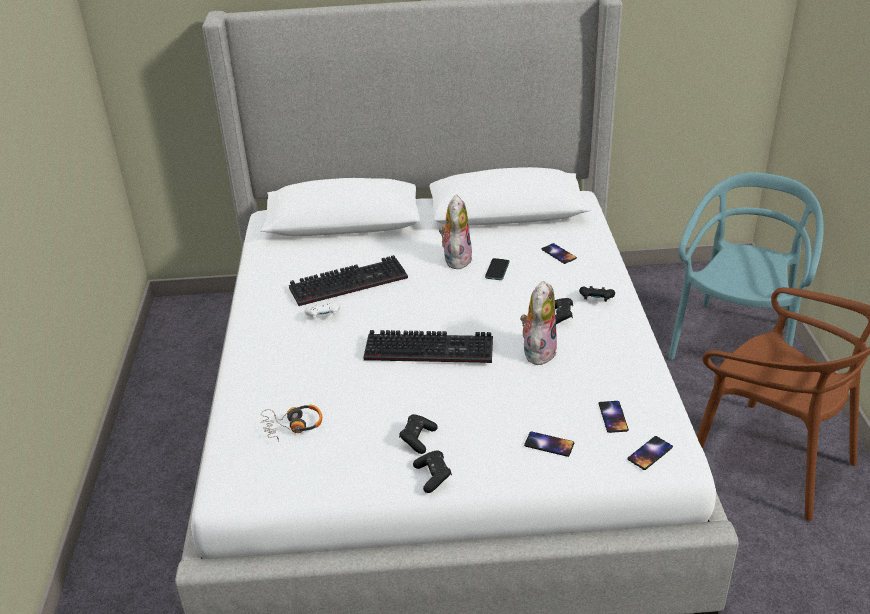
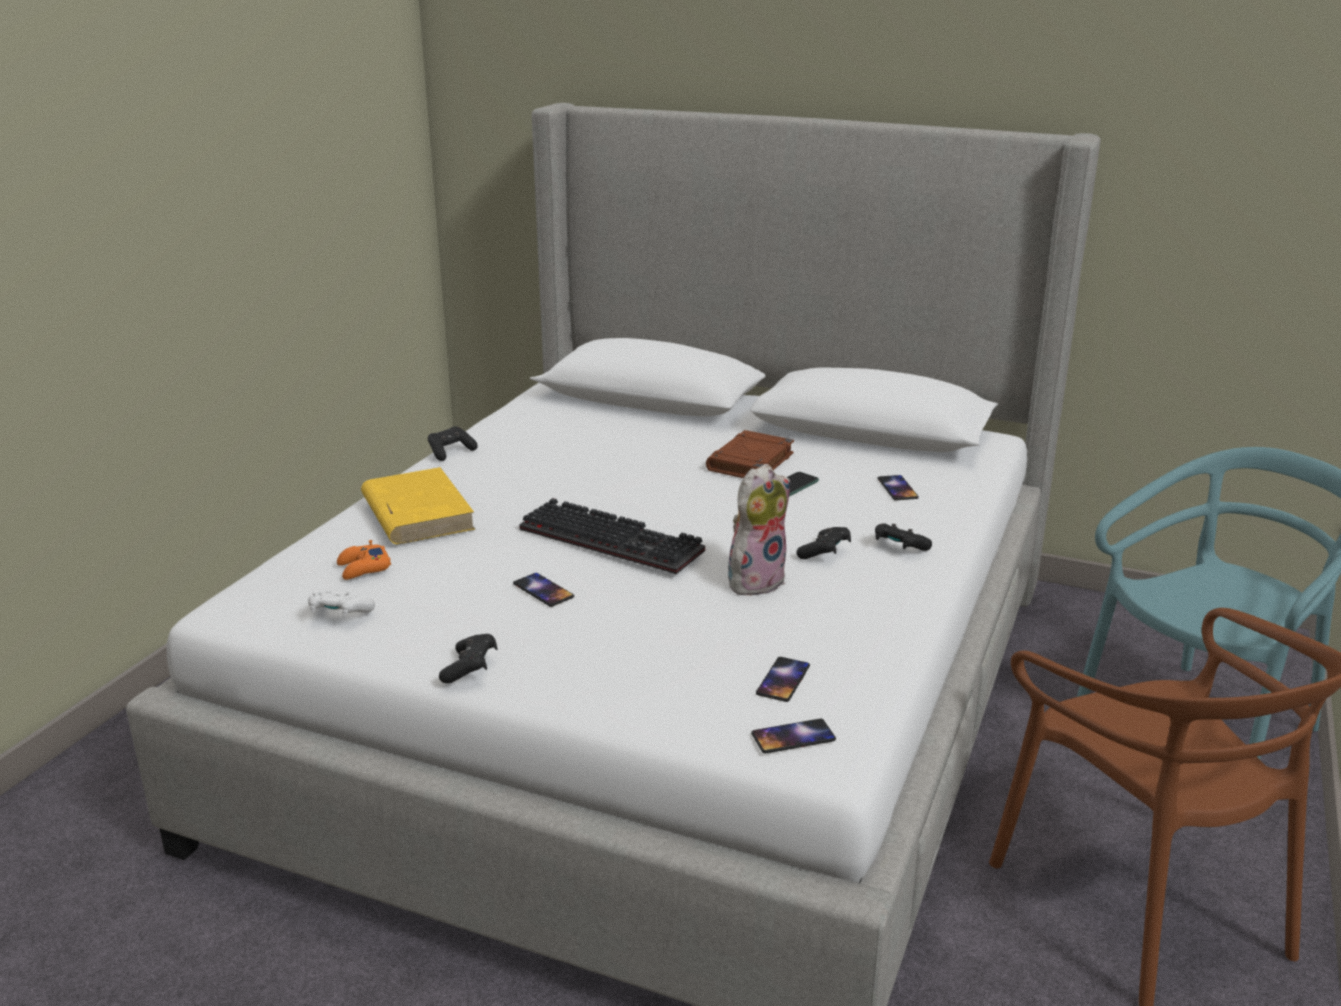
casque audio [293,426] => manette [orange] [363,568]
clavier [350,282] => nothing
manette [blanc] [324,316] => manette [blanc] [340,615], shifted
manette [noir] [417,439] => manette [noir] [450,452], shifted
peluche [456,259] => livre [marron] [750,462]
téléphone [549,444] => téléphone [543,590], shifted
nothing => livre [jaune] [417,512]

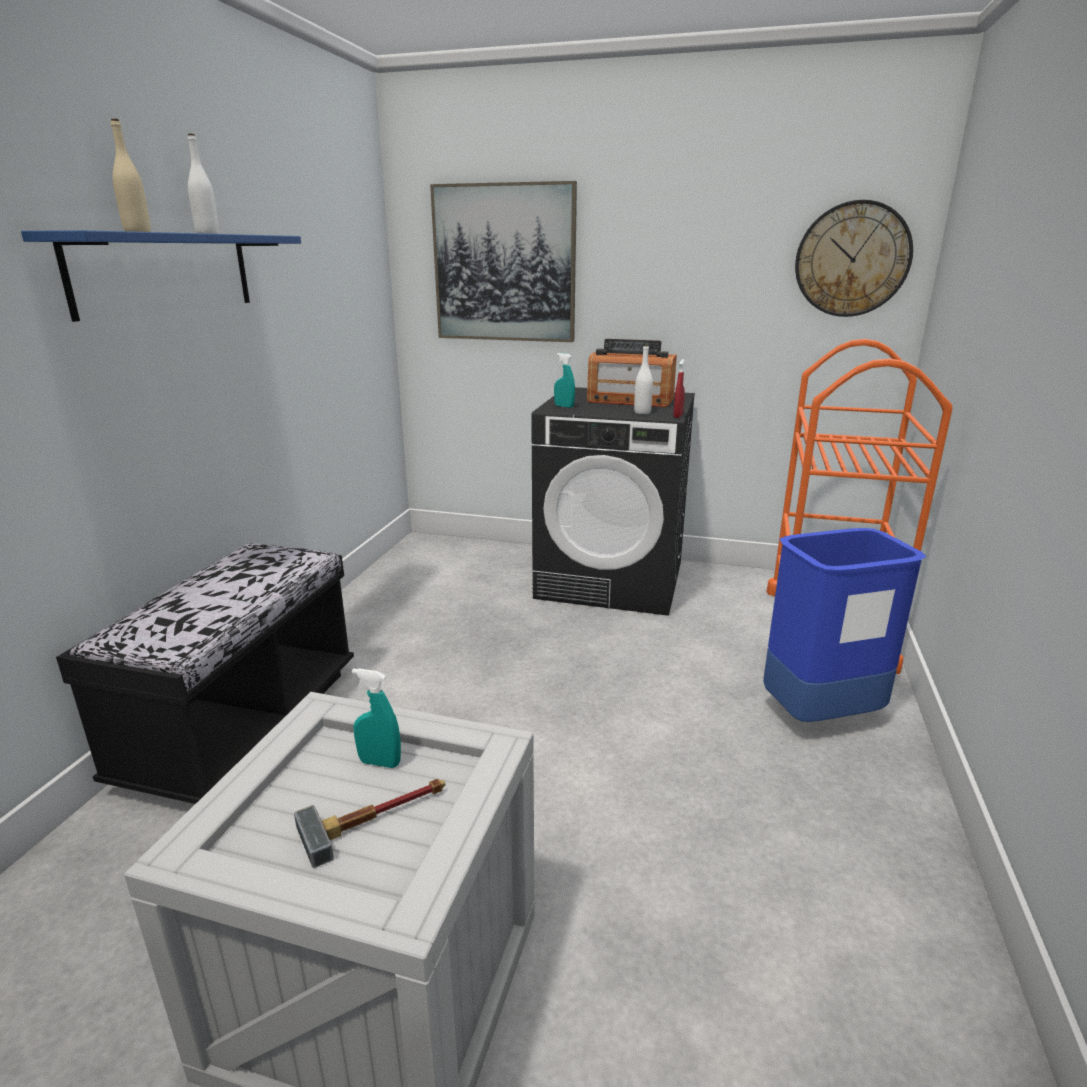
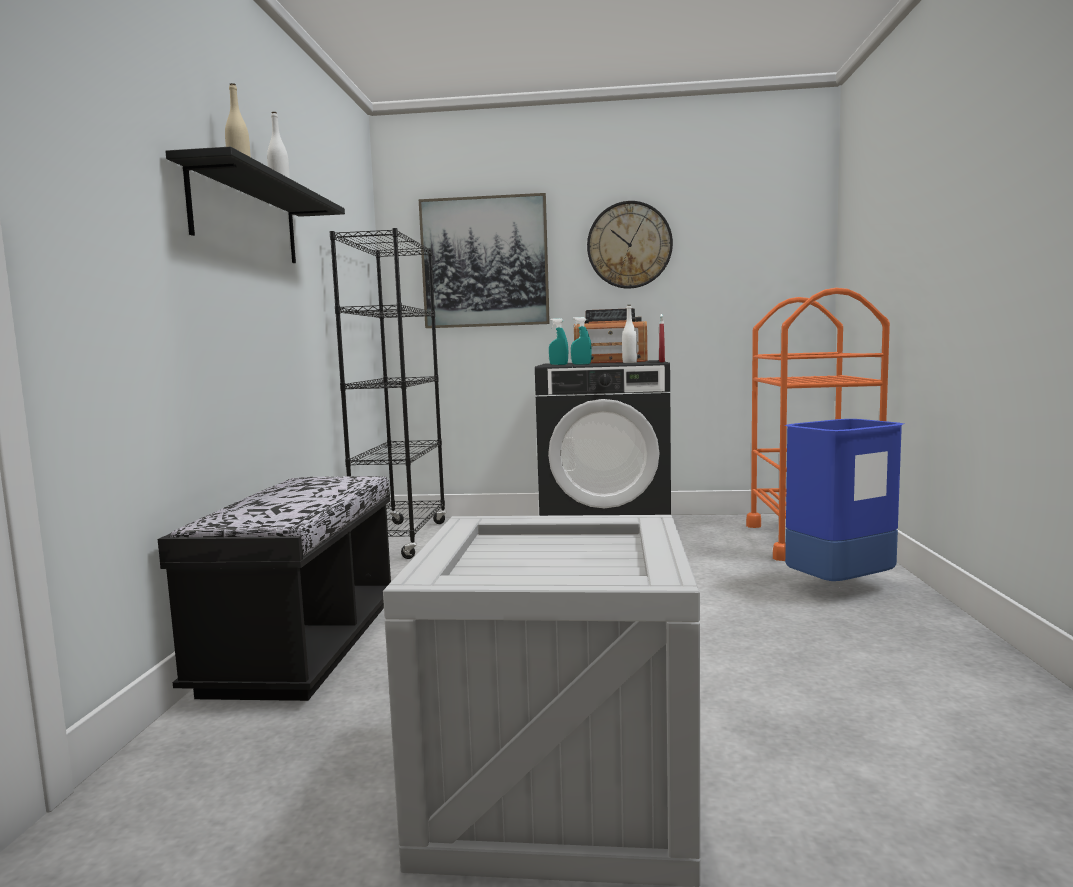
étagère [bleu] [165,273] => étagère [noir] [246,218]
marteau [378,817] => nothing
vaporisateur [turquoise] [380,762] => vaporisateur [turquoise] [581,364], shifted
horloge murale [852,259] => horloge murale [629,245], shifted
nothing => bibliothèque [noir] [402,540]

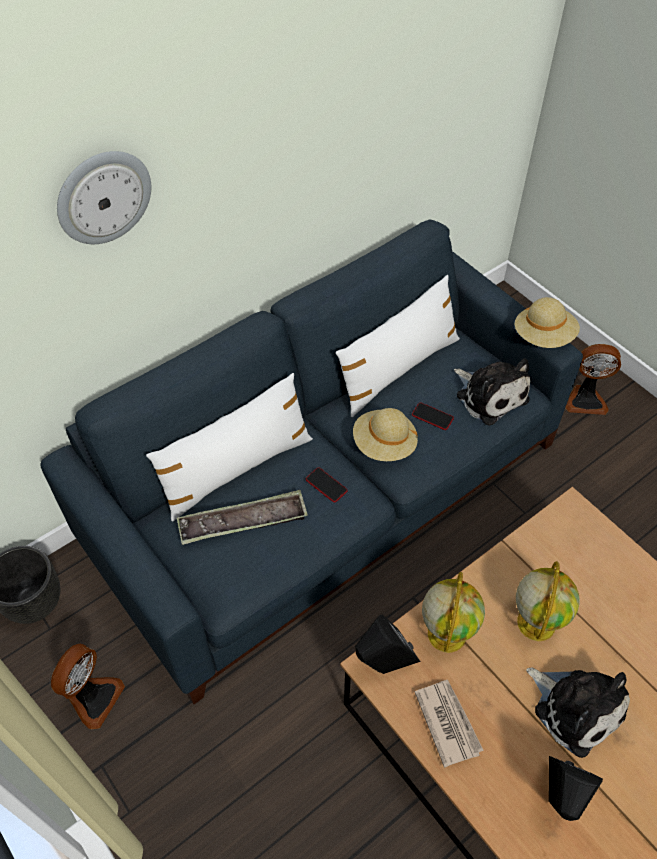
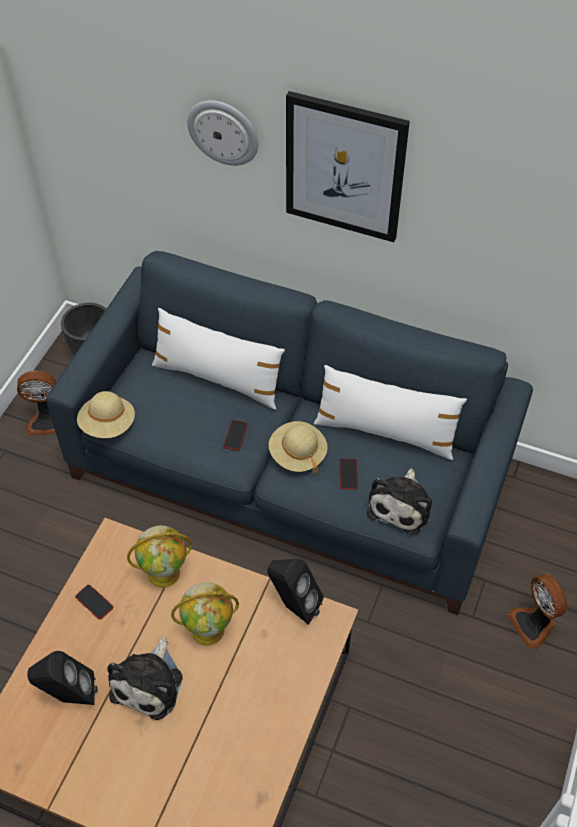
plateau [243,522] => nothing
enceinte [noir] [383,666] => enceinte [noir] [293,606], shifted
journal [447,722] => téléphone [94,602]
chapeau [beige] [543,336] => chapeau [beige] [108,425], shifted
nothing => tableau [345,167]

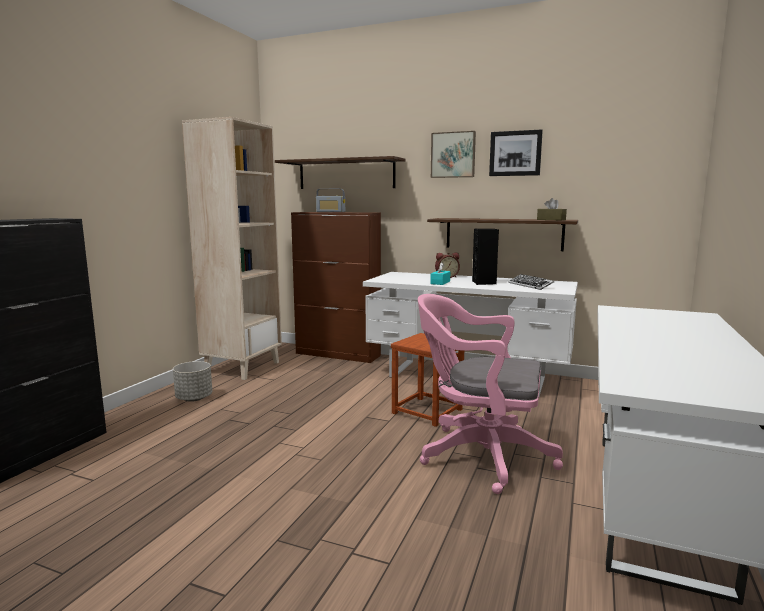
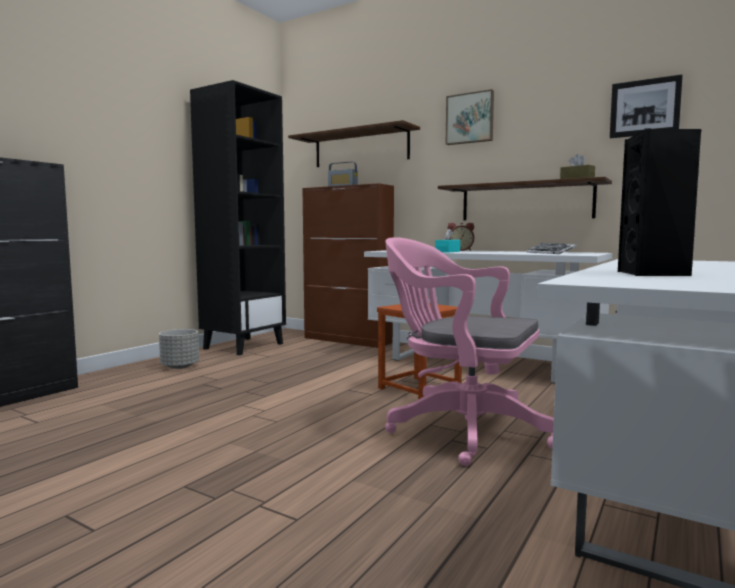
bibliothèque [beige] [242,367] => bibliothèque [noir] [244,346]
enceinte [noir] [484,283] => enceinte [noir] [653,274], shifted
tableau [515,153] => tableau [645,108], shifted

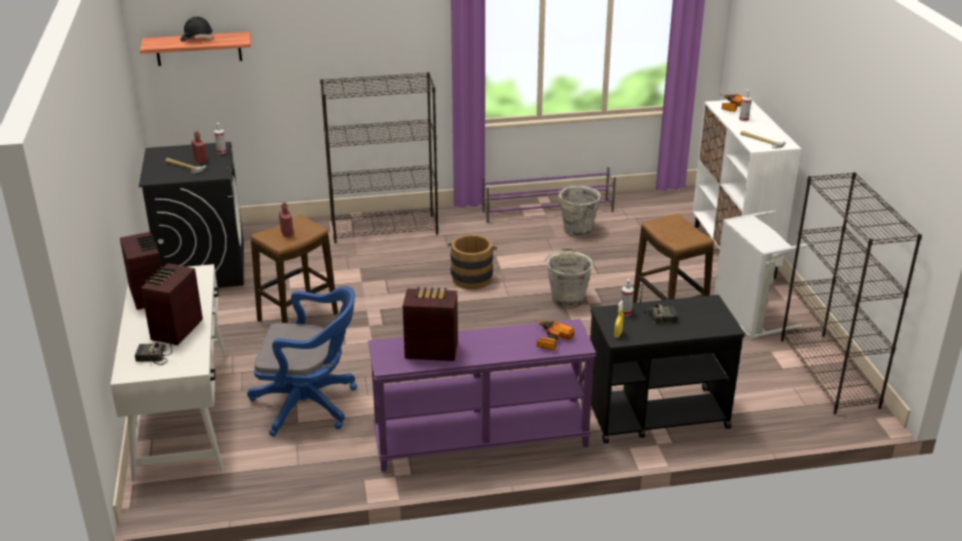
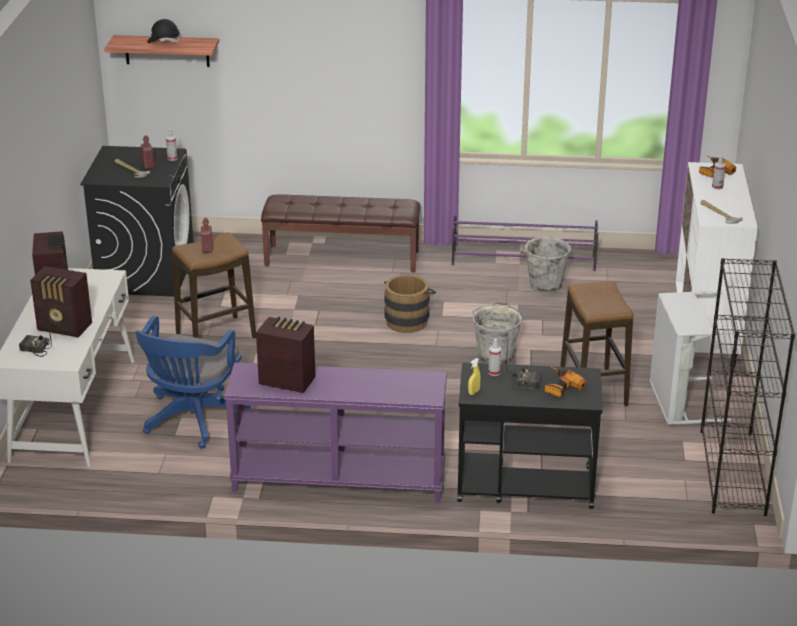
radio [175,330] => radio [65,327], 105 degrees counterclockwise
chaise de bureau [bleu] [310,405] => chaise de bureau [bleu] [193,421], 90 degrees clockwise
bibliothèque [noir] [385,229] => banc [marron] [342,258]
perceuse [548,339] => perceuse [559,387], shifted

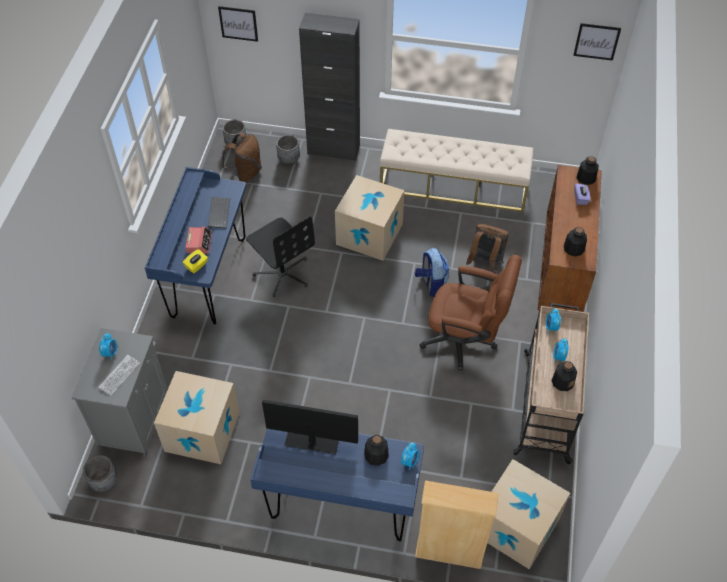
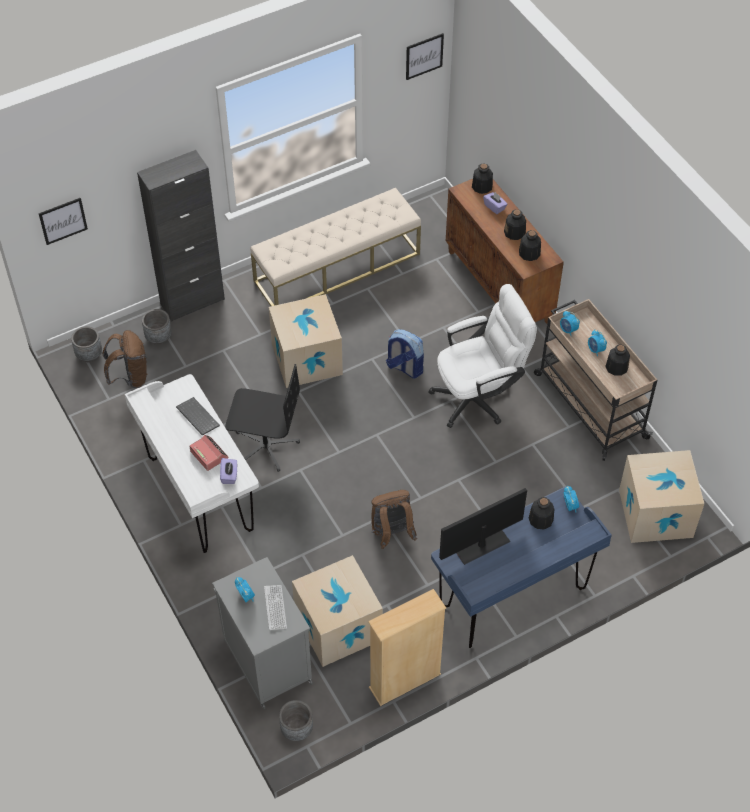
bureau [bleu] [208,278] => bureau [blanc] [199,495]
boîte à mouchoirs [jaune] [196,266] => boîte à mouchoirs [violet] [229,475]
bibliothèque [beige] [449,553] => bibliothèque [beige] [405,681], shifted
chaise de bureau [marron] [465,341] => chaise de bureau [blanc] [479,396]
sac à dos [marron] [485,263] => sac à dos [marron] [391,534], shifted
nothing => bouteille [514,233]

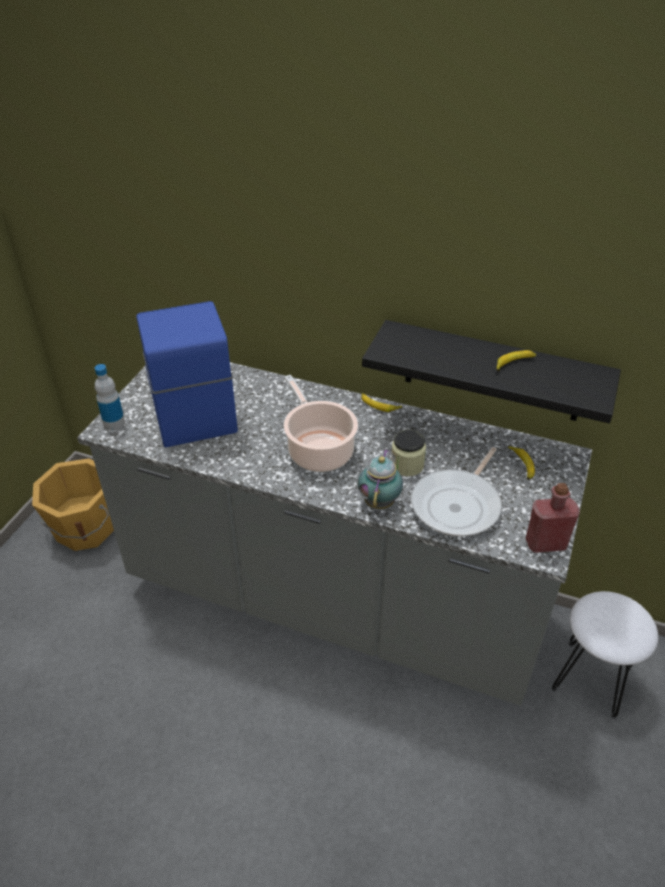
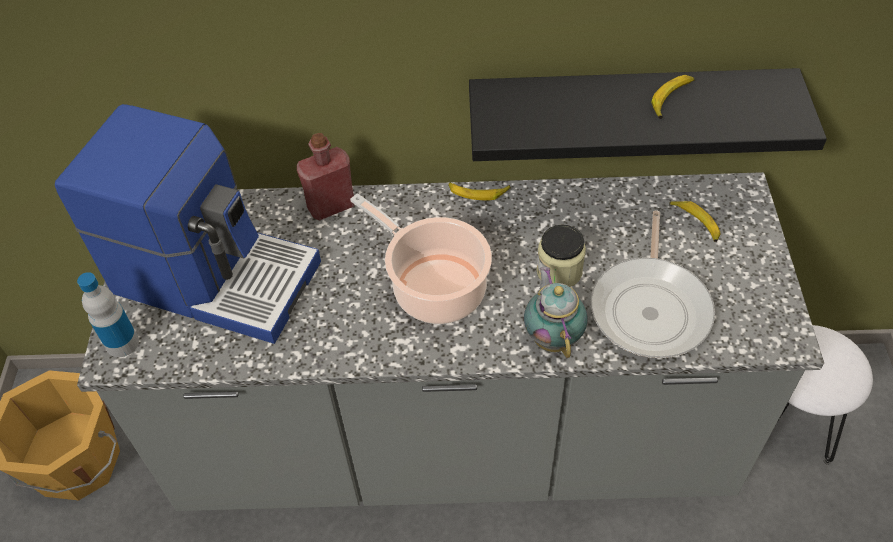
machine à café [188,403] => machine à café [216,275], 150 degrees clockwise
bouteille [rouge] [545,543] => bouteille [rouge] [331,206], shifted

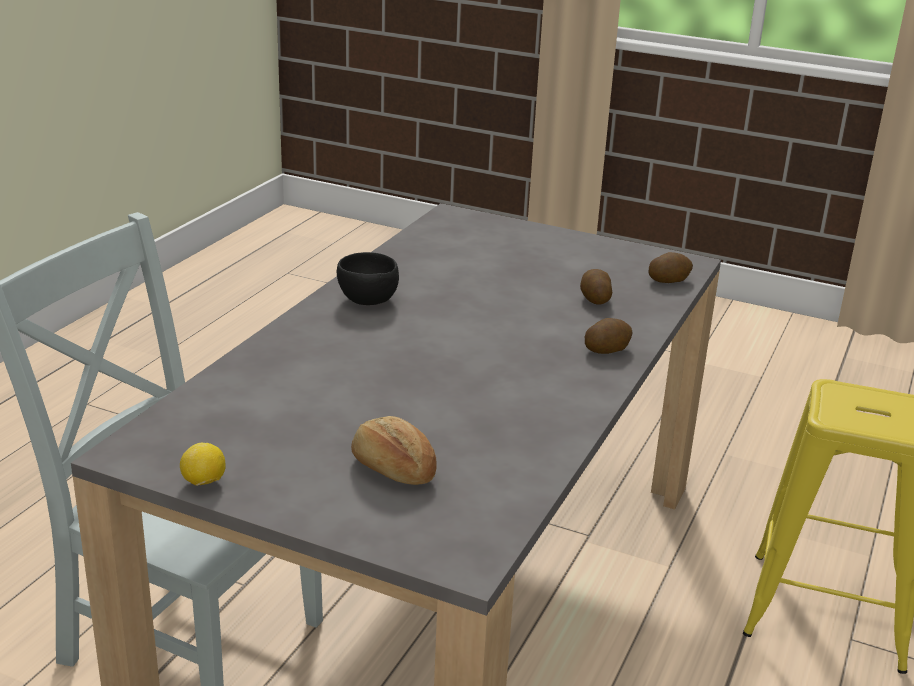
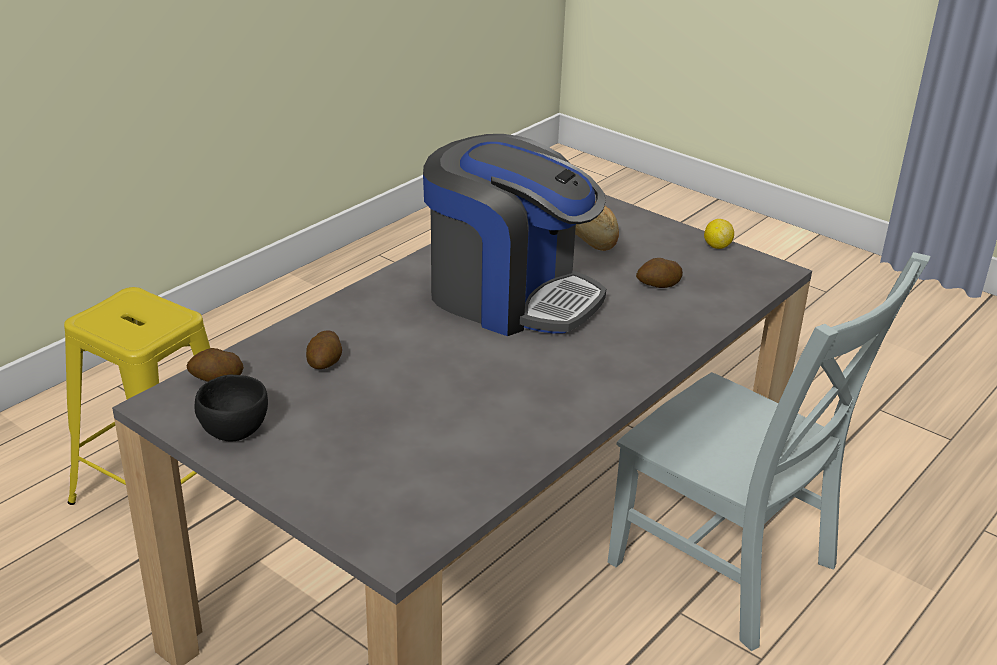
bol [noir] [368,301] => bol [noir] [234,429], shifted
pomme de terre [607,349] => pomme de terre [658,285], shifted
nothing => machine à café [510,296]

